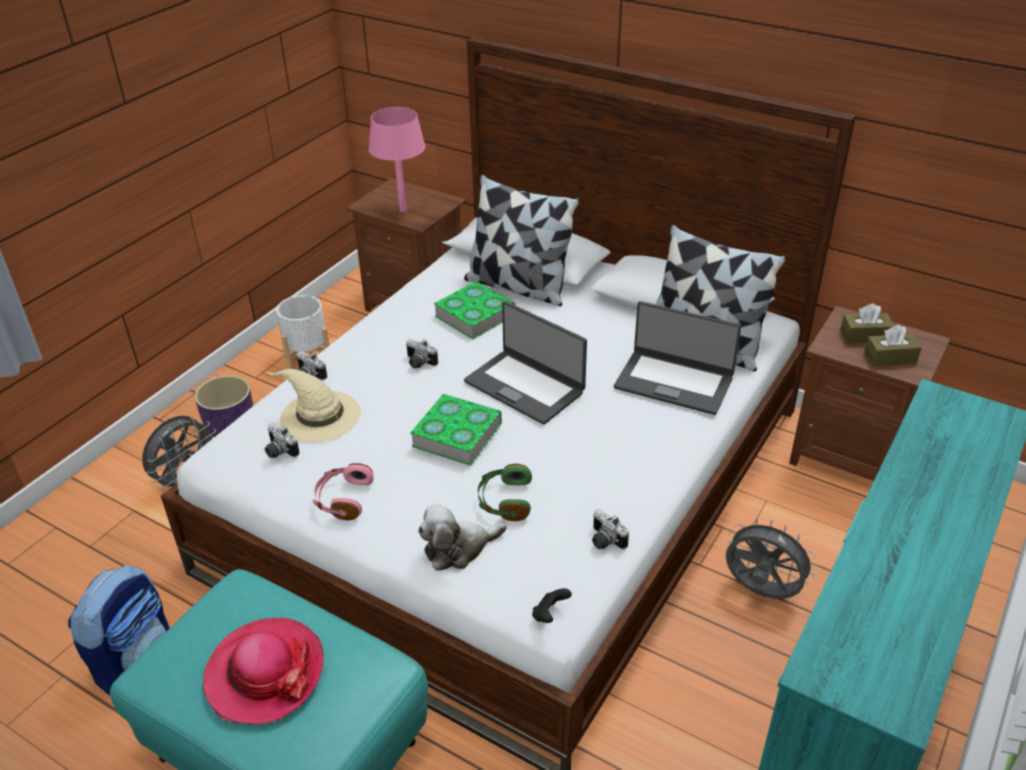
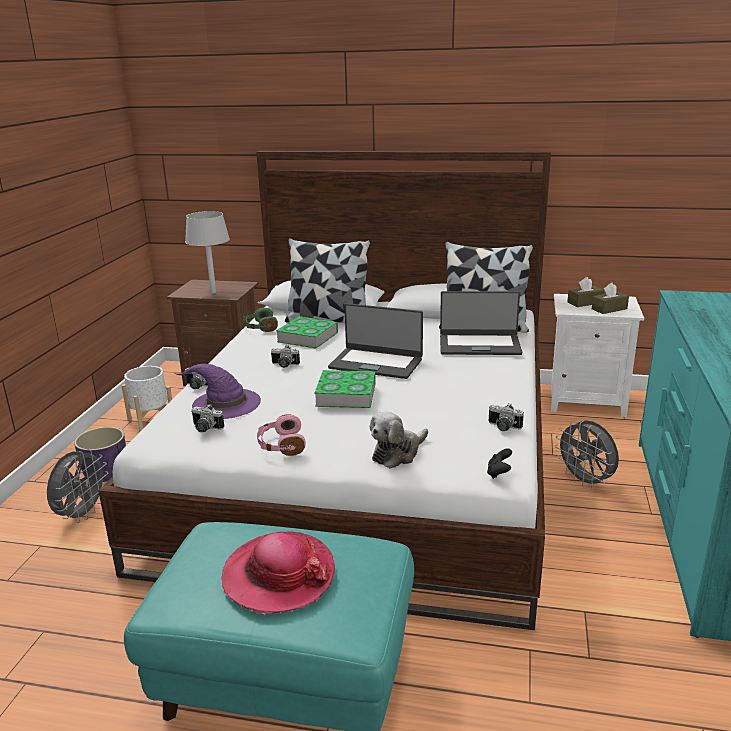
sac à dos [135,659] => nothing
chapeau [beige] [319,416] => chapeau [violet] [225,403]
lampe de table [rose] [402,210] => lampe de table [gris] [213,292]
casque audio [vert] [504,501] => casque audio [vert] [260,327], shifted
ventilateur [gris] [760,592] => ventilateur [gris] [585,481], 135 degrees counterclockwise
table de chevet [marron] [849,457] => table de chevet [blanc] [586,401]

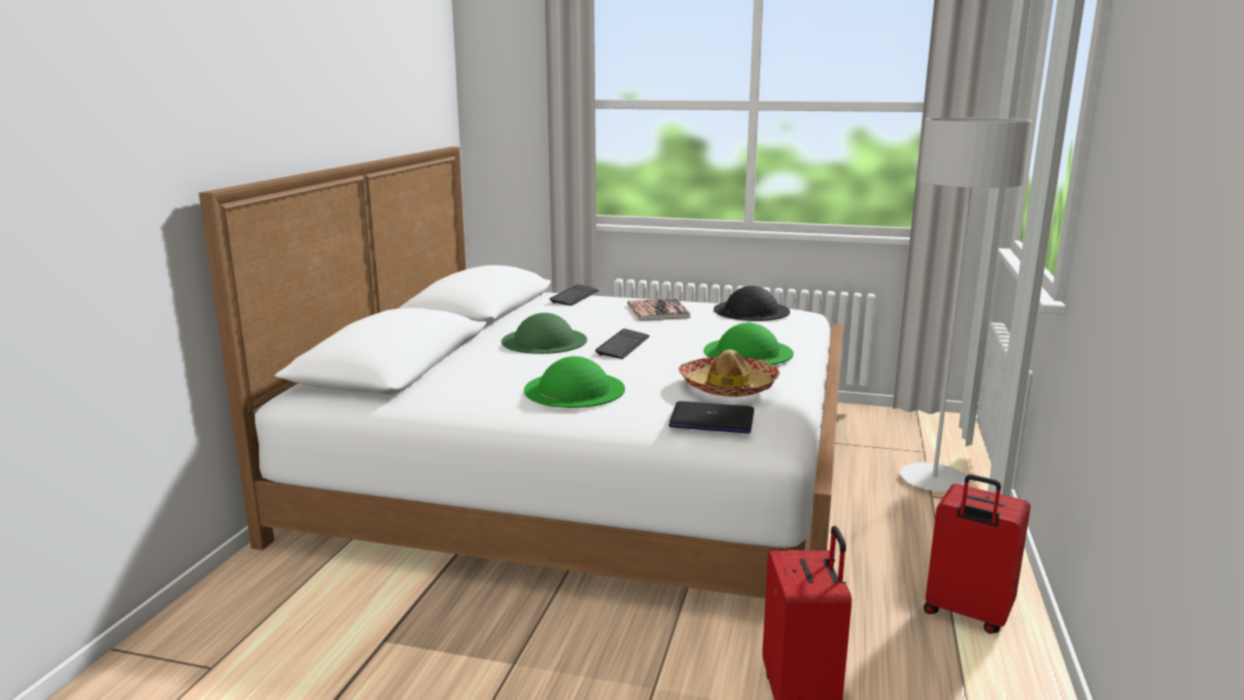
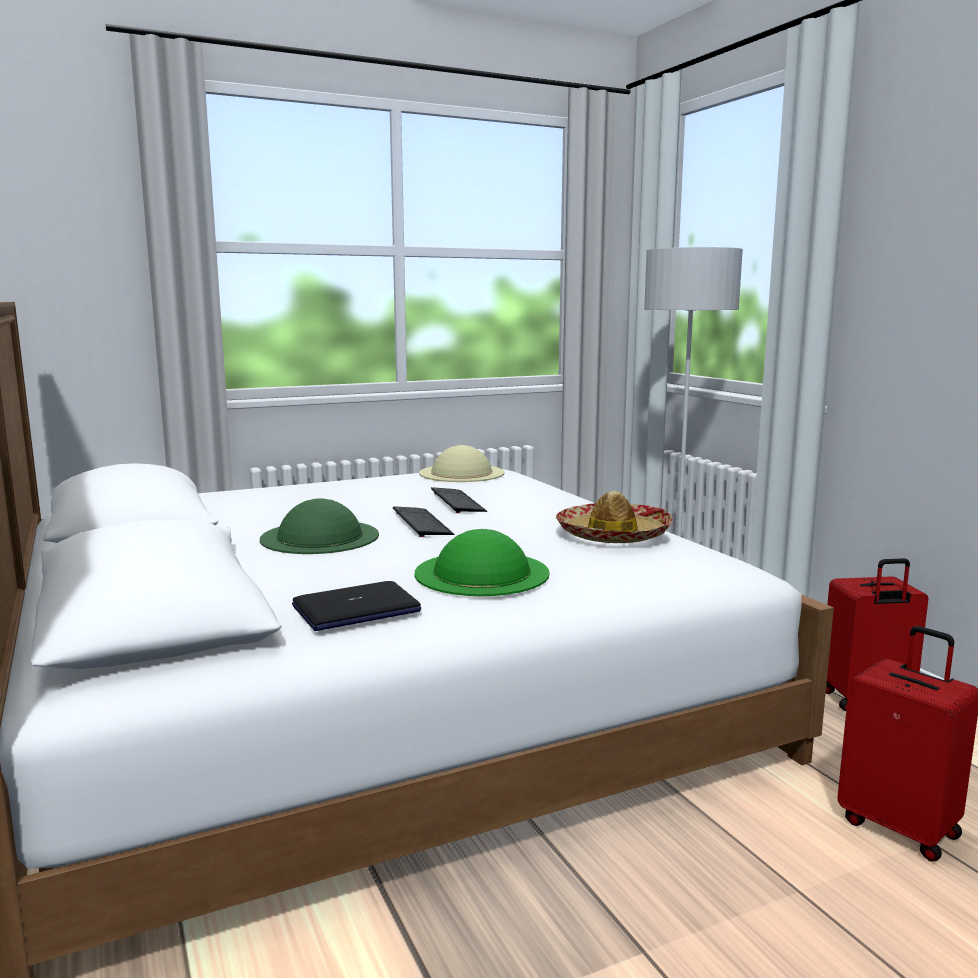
clavier [574,297] => clavier [457,502], shifted
livre [658,311] => nothing
ordinateur portable [711,420] => ordinateur portable [356,609], shifted
chapeau [vert] [748,352] => nothing
chapeau [noir] [751,310] => chapeau [beige] [461,473]

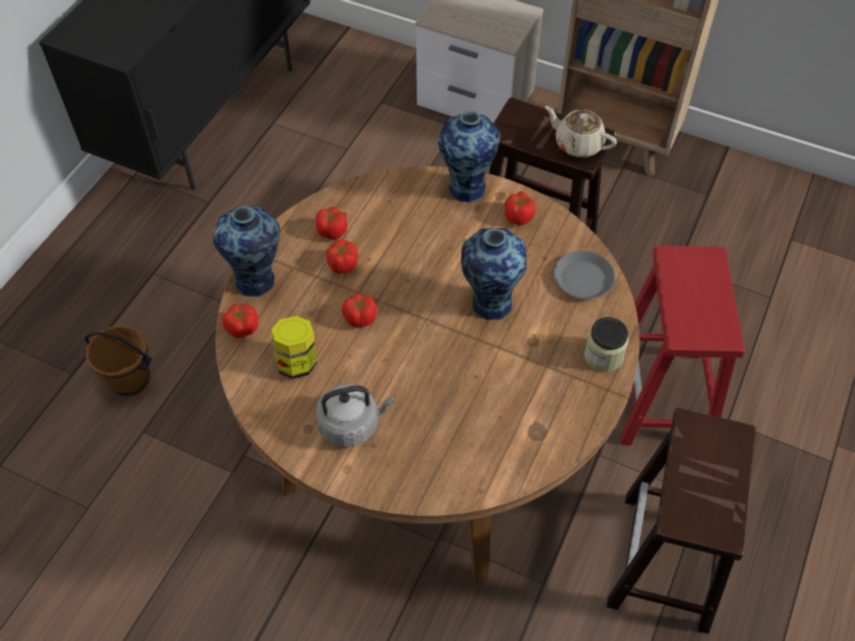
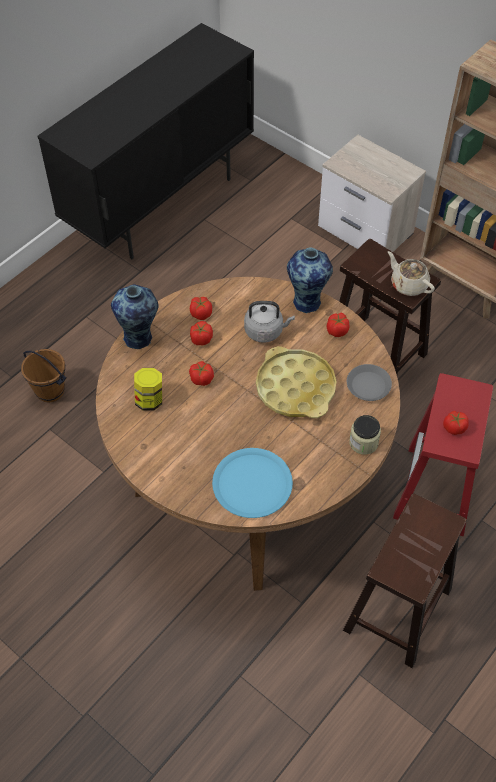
tomate [242,328] => tomate [454,428], shifted
bouilloire [gris] [352,424] => bouilloire [gris] [266,331], shifted
vase [490,302] => plateau [jaune] [295,388]
nothing => assiette [bleu] [252,483]

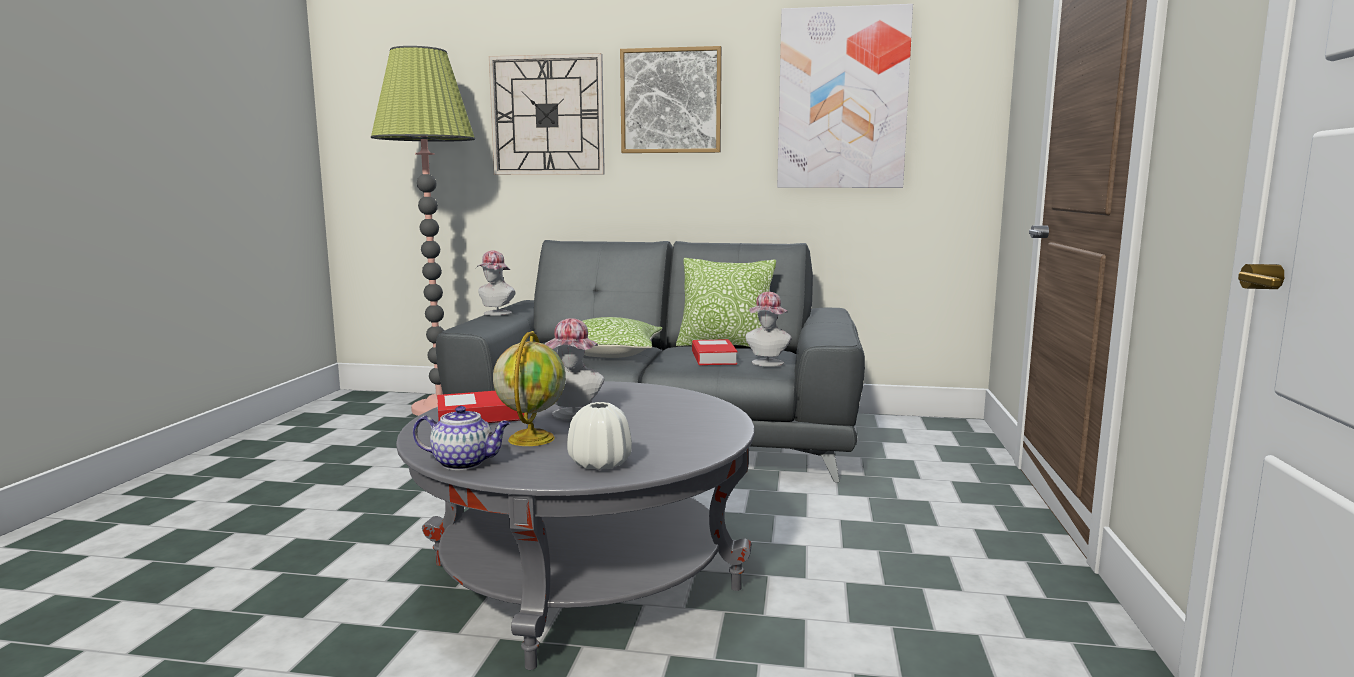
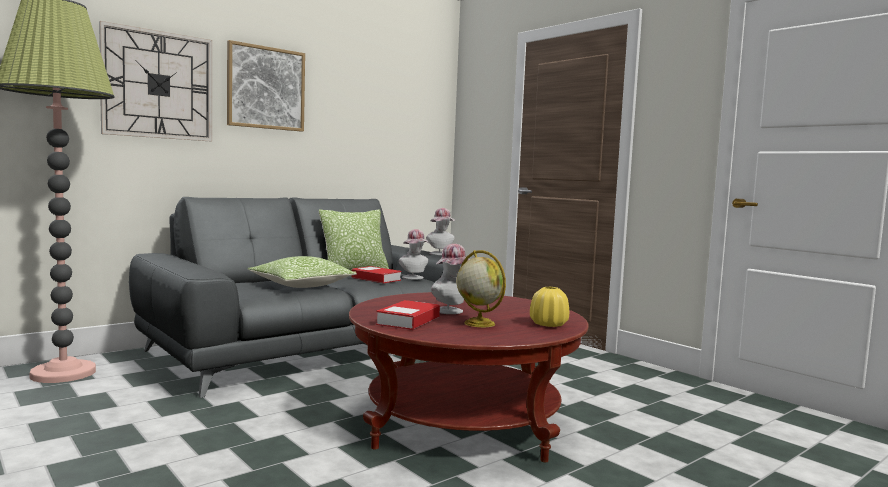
table basse [gris] [584,575] => table basse [rouge] [463,421]
théière [465,463] => nothing
chapeau [495,314] => chapeau [441,254], shifted
vase [blanc] [600,464] => vase [jaune] [548,324]
tableau [842,99] => nothing

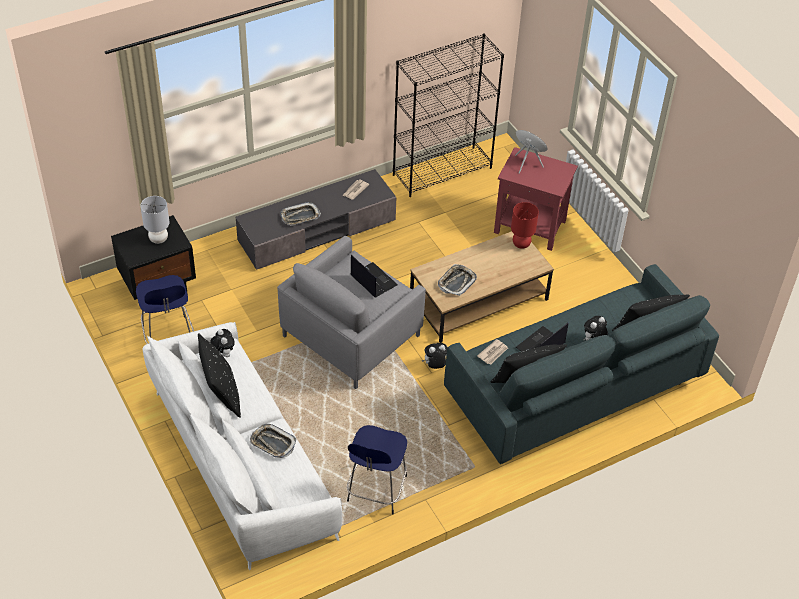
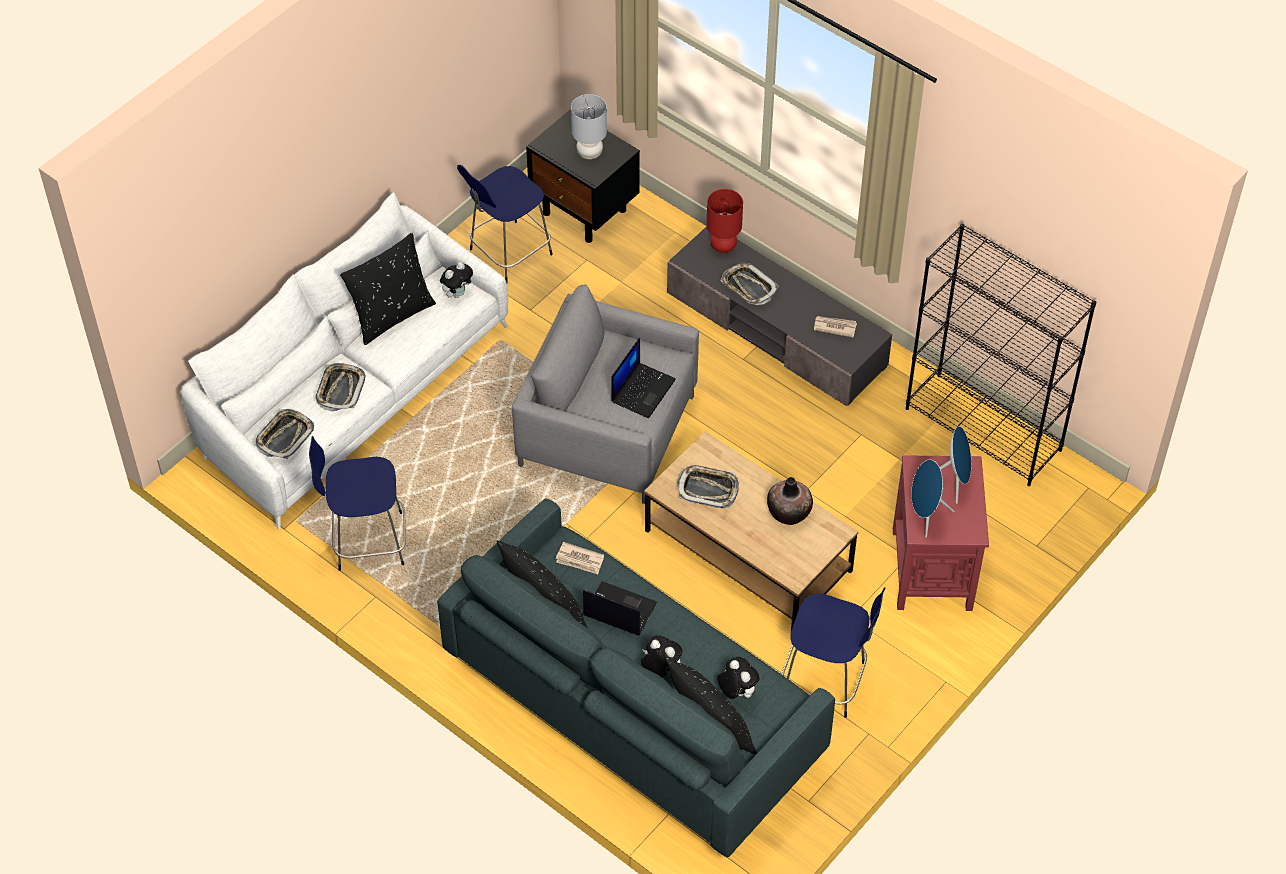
peluche [435,366] => peluche [736,692], shifted
lampe de table [rouge] [521,244] => lampe de table [rouge] [723,246], shifted
nothing => plateau [285,437]
nothing => vase [789,512]
nothing => tabouret [bleu] [826,682]
nothing => enceinte [bleu] [925,515]

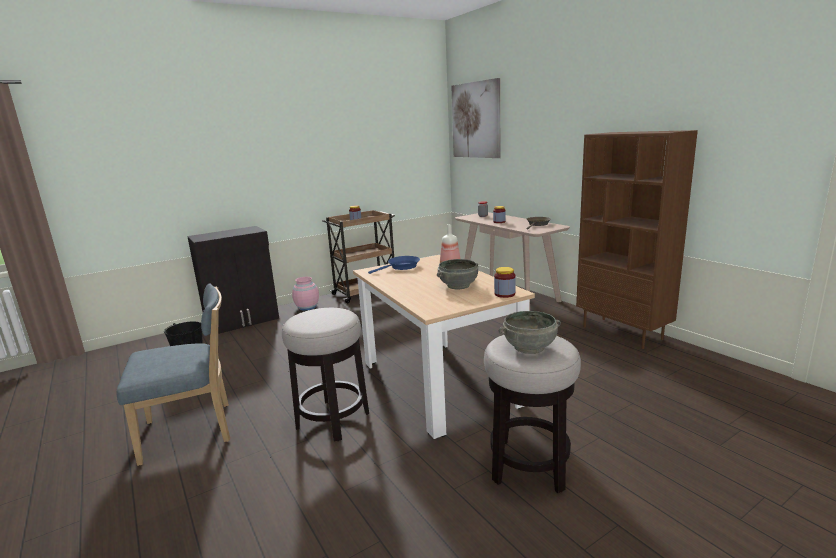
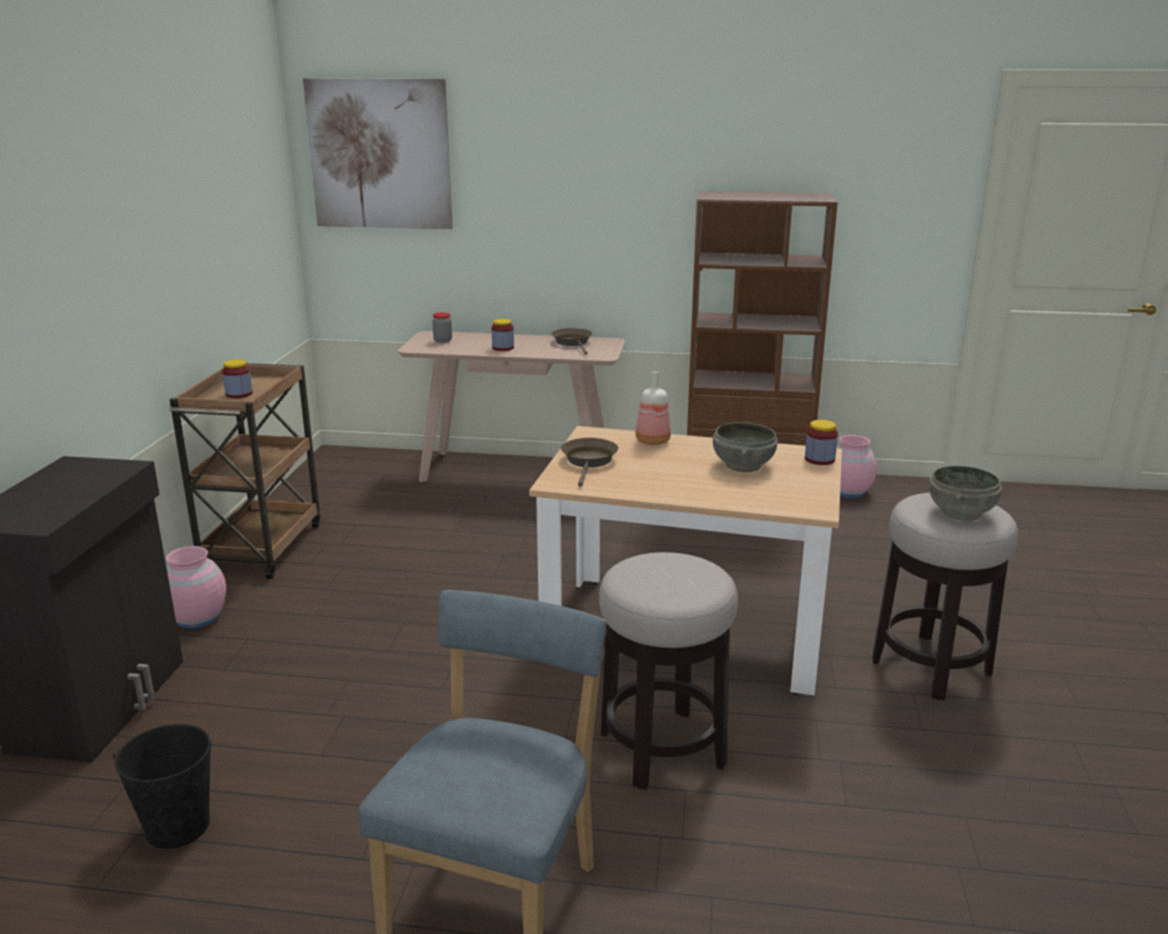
poêle [bleu] [401,267] => poêle [marron] [589,461]
nothing => vase [rose] [849,491]

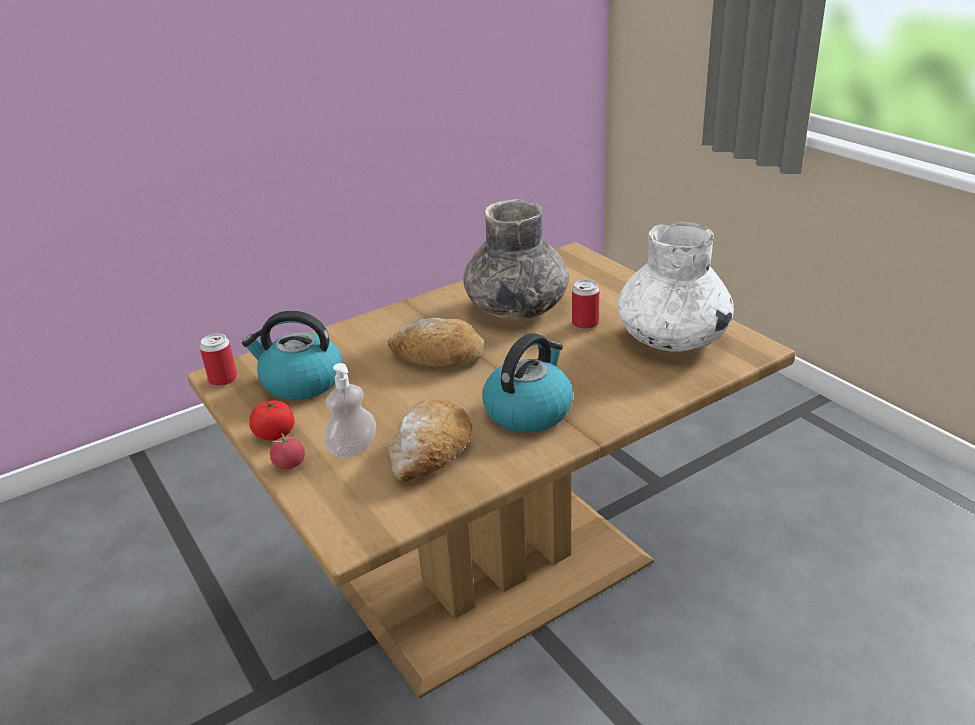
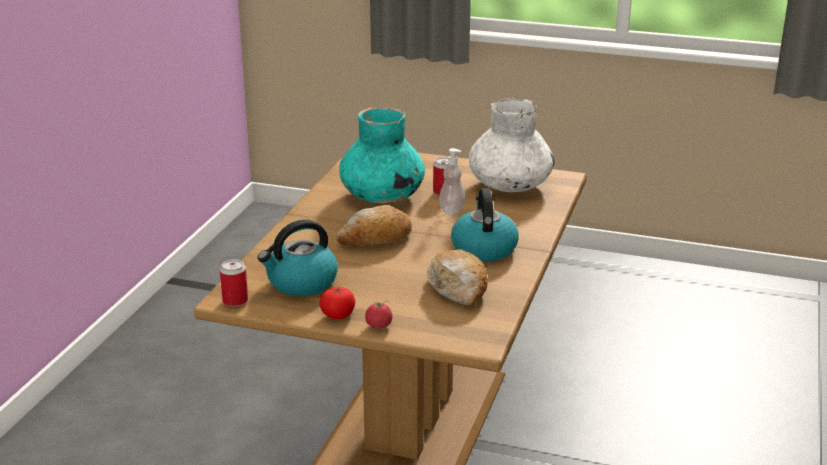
distributeur de savon [353,449] => distributeur de savon [452,210], shifted
vase [gris] [516,308] => vase [turquoise] [381,196]

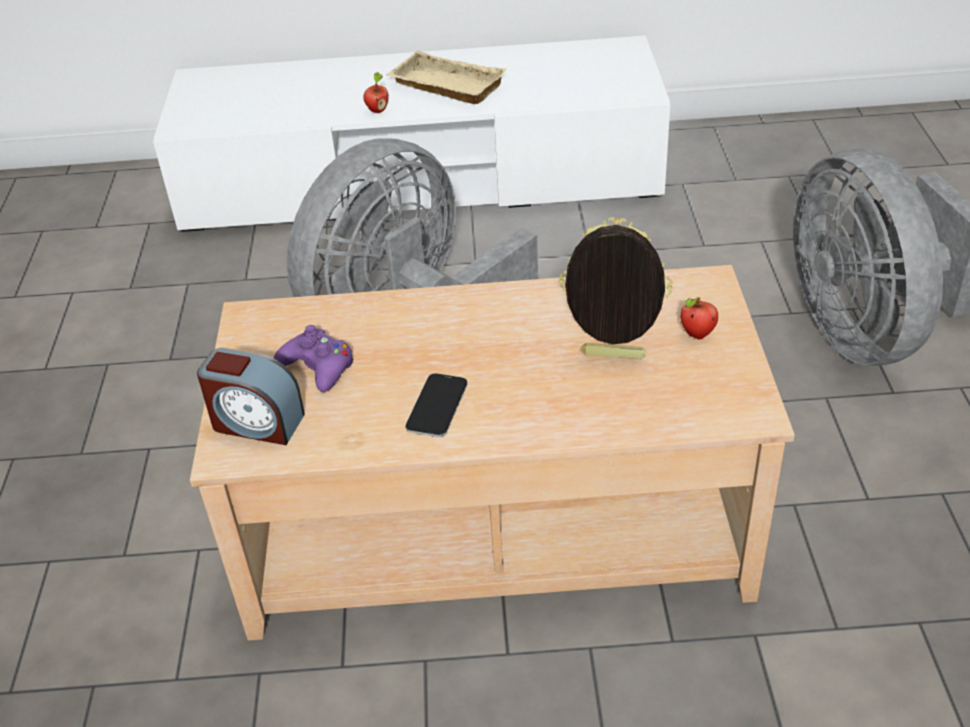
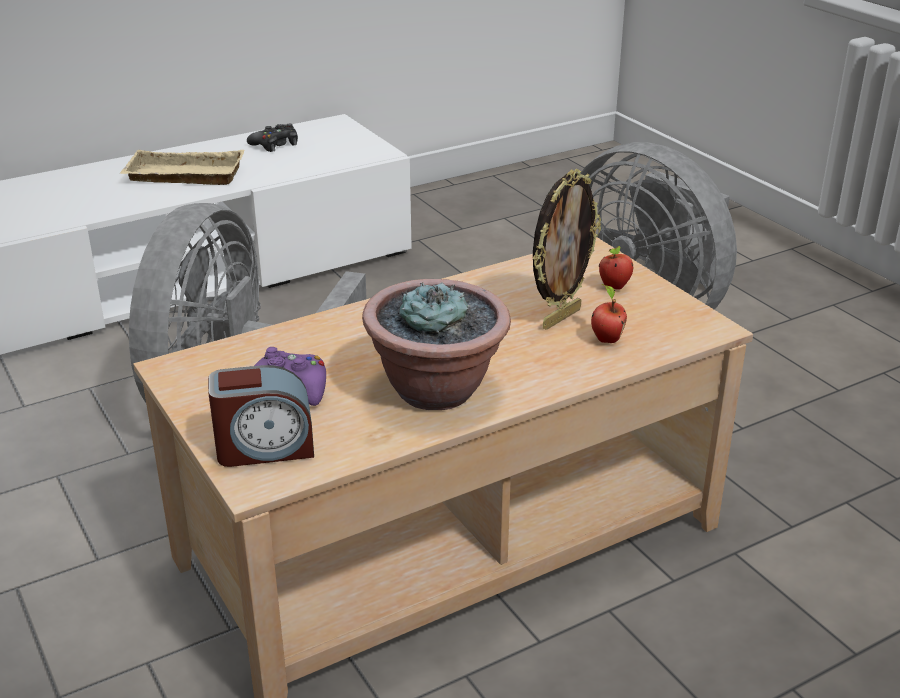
pomme [377,110] => pomme [606,339], shifted
téléphone [437,406] => plante en pot [437,389]
cadre photo [612,357] => cadre photo [560,317], 150 degrees clockwise
nothing => manette [noir] [275,144]

